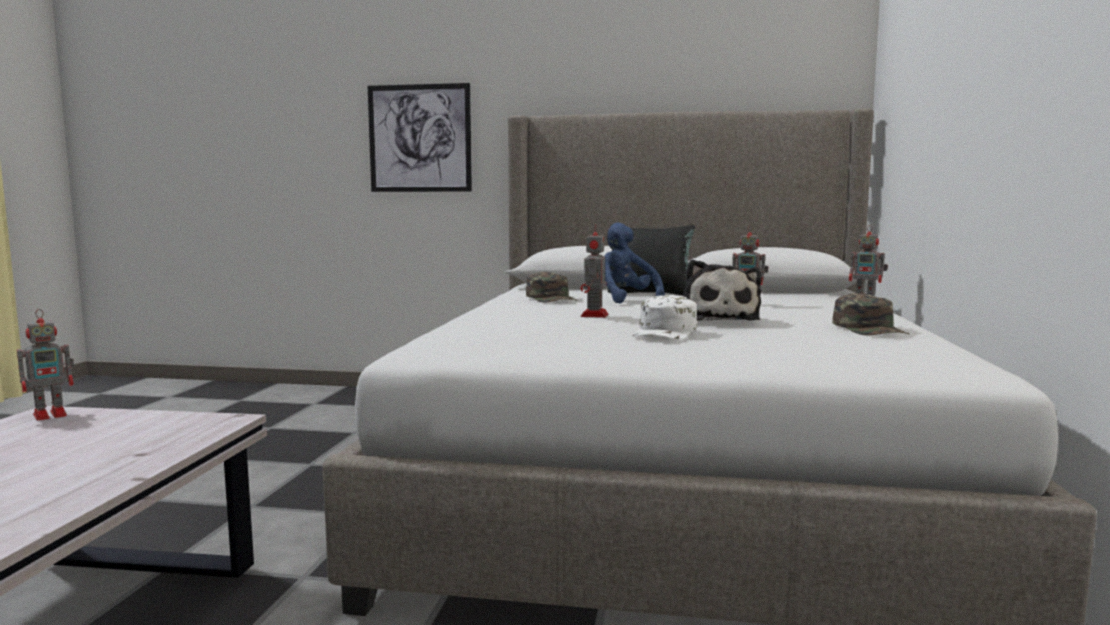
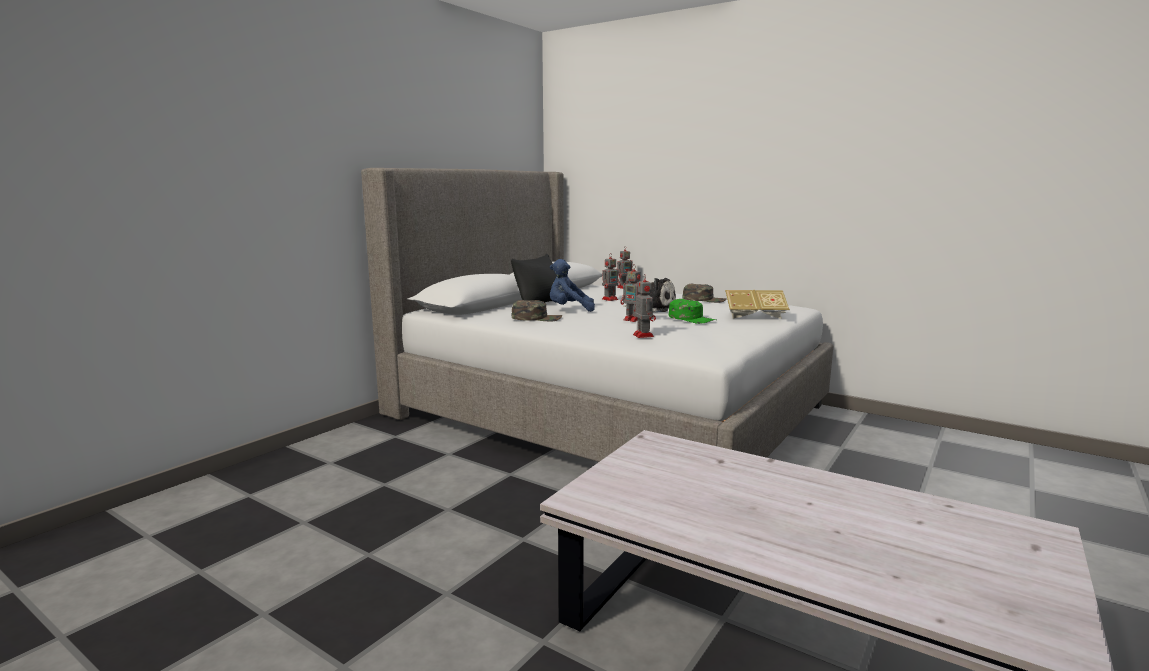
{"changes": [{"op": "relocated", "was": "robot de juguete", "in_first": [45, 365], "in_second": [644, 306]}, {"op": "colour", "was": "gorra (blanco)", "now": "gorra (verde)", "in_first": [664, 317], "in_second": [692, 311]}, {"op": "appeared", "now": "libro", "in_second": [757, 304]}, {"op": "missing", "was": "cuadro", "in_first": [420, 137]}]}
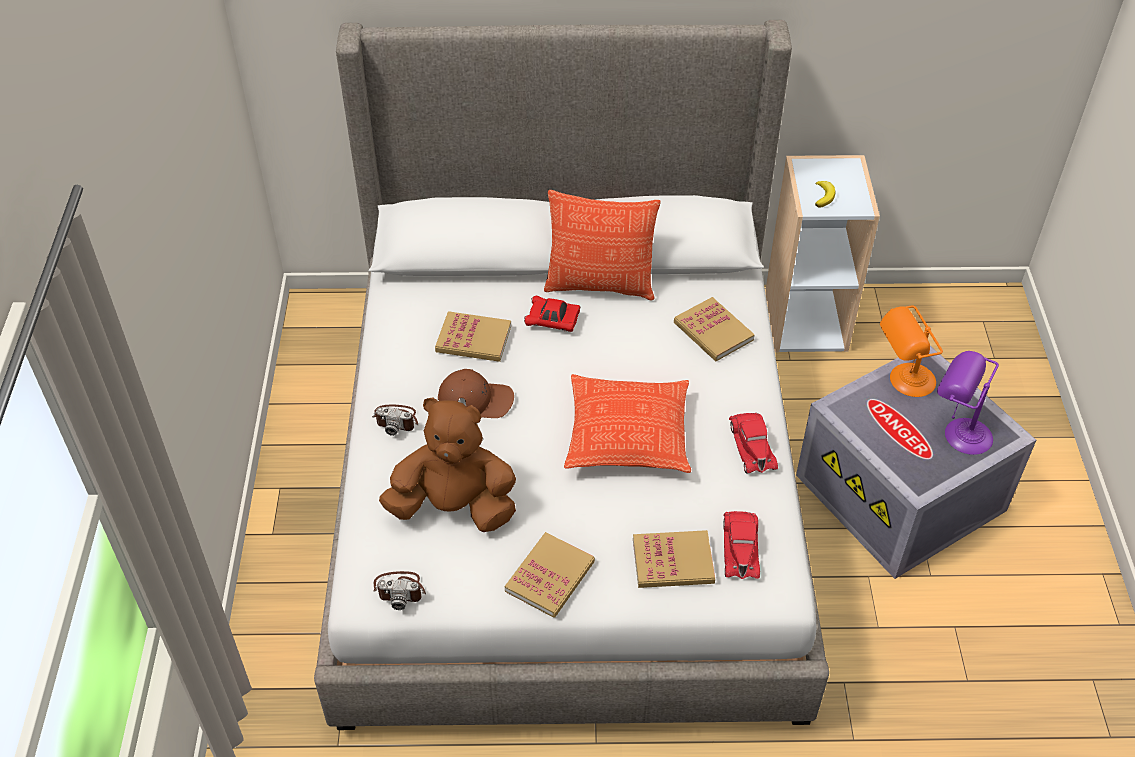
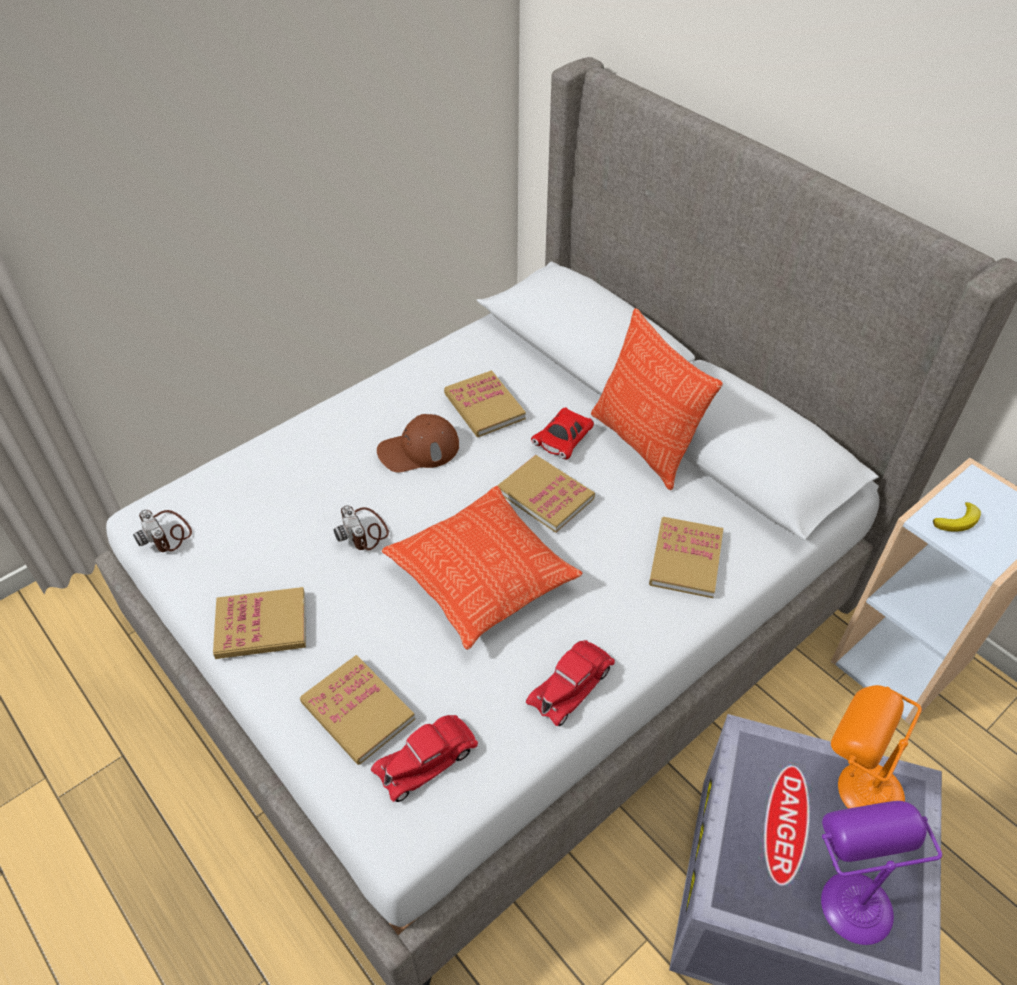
{"changes": [{"op": "relocated", "was": "cámara", "in_first": [395, 420], "in_second": [361, 527]}, {"op": "spun", "was": "gorra (marrón)", "in_first": [476, 393], "in_second": [418, 443], "clockwise": 105}, {"op": "appeared", "now": "libro", "in_second": [546, 494]}, {"op": "spun", "was": "coche de juguete (rojo)", "in_first": [552, 314], "in_second": [562, 433], "clockwise": -120}, {"op": "missing", "was": "peluche (marrón)", "in_first": [447, 464]}]}
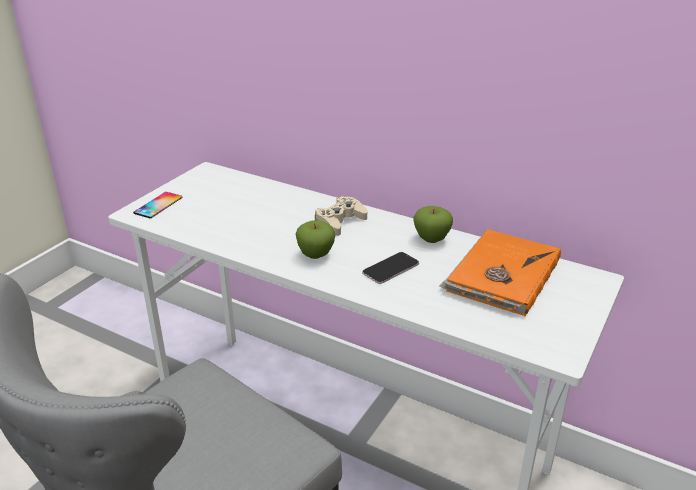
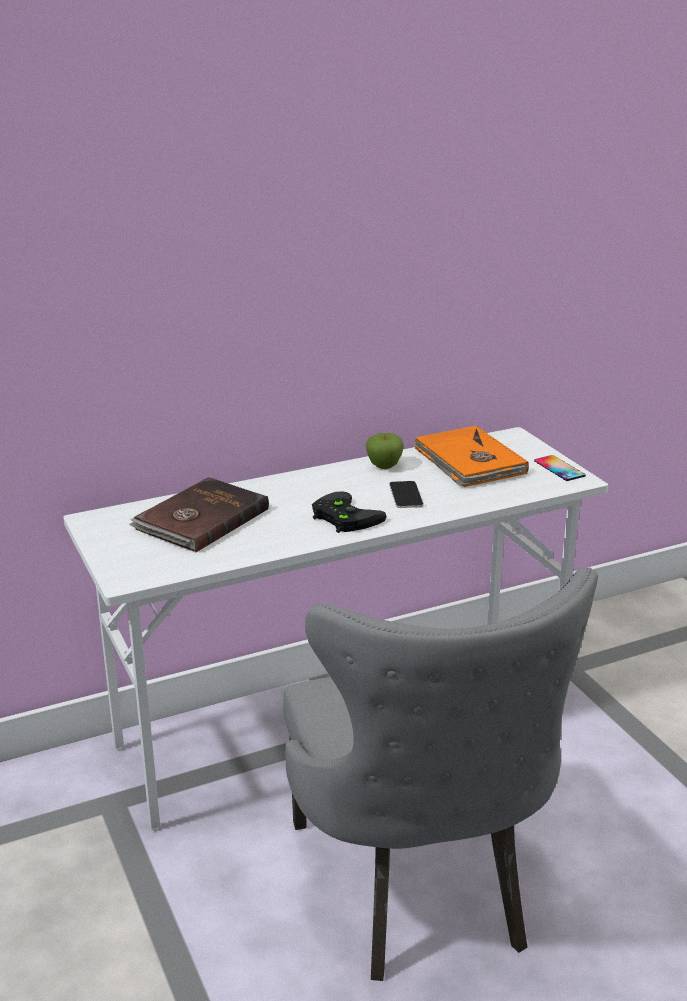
{"changes": [{"op": "appeared", "now": "libro (marrón)", "in_second": [199, 514]}, {"op": "exchanged", "was": "manzana", "now": "mando de consola (negro)", "in_first": [315, 239], "in_second": [349, 512]}, {"op": "relocated", "was": "móvil", "in_first": [158, 205], "in_second": [560, 468]}, {"op": "missing", "was": "mando de consola (beis)", "in_first": [341, 216]}]}
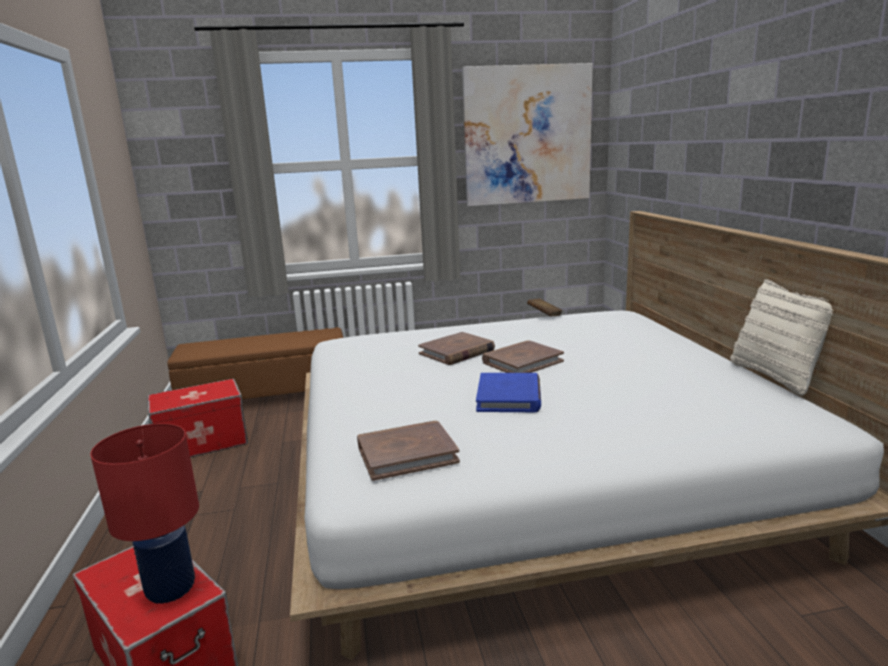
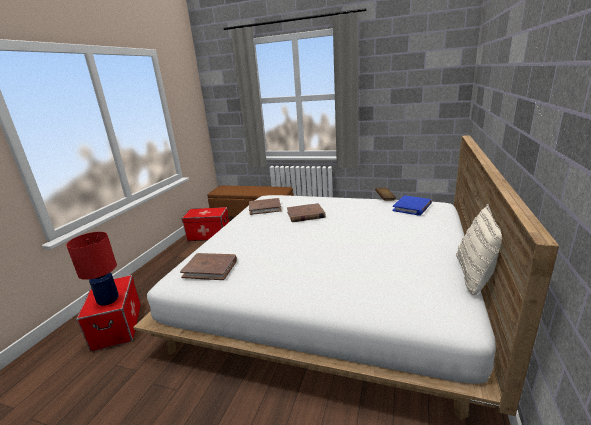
{"changes": [{"op": "relocated", "was": "libro (marrón)", "in_first": [523, 357], "in_second": [265, 206]}, {"op": "relocated", "was": "libro (azul)", "in_first": [508, 392], "in_second": [412, 205]}, {"op": "missing", "was": "cuadro", "in_first": [527, 134]}]}
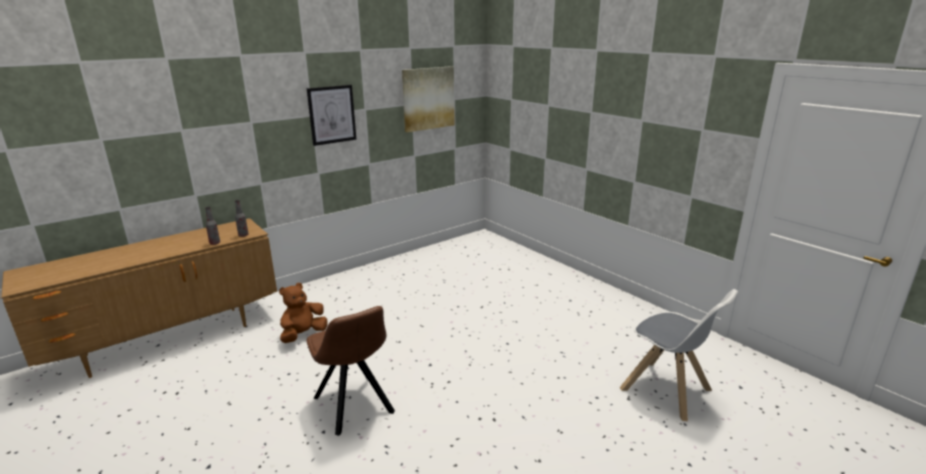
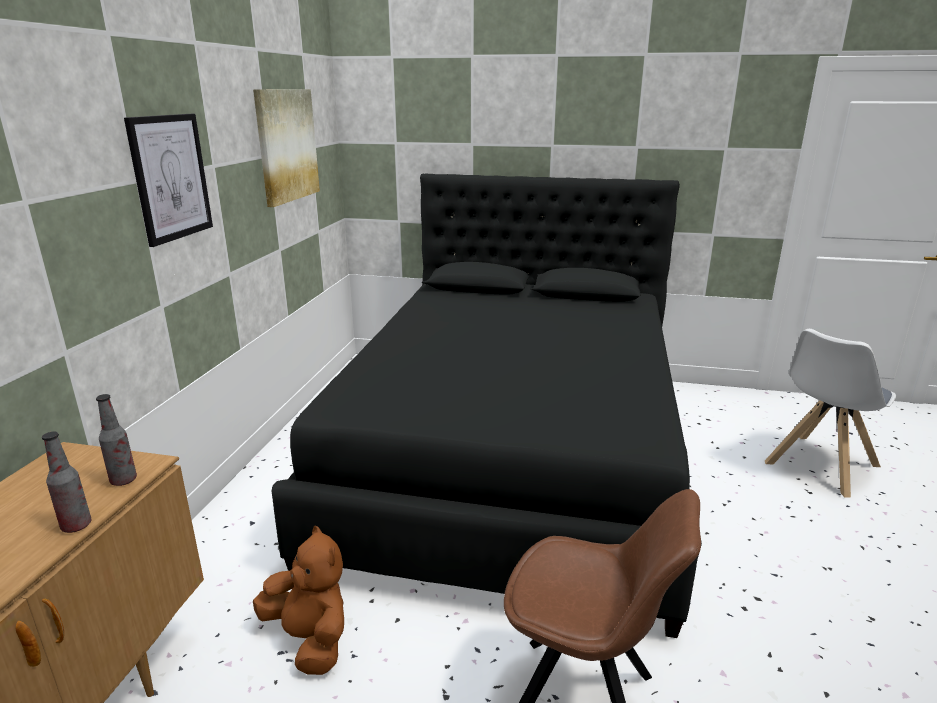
{"changes": [{"op": "spun", "was": "peluche (marrón)", "in_first": [303, 313], "in_second": [298, 600], "clockwise": 135}, {"op": "appeared", "now": "cama (negro)", "in_second": [486, 405]}, {"op": "spun", "was": "silla", "in_first": [678, 355], "in_second": [830, 413], "clockwise": 135}]}
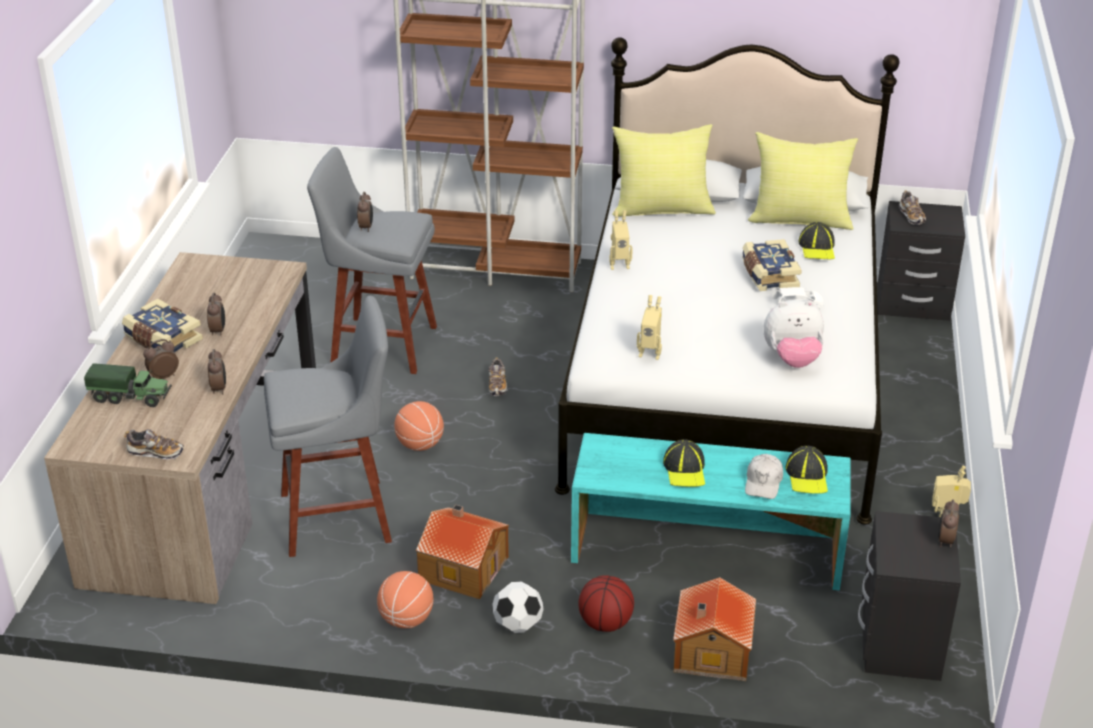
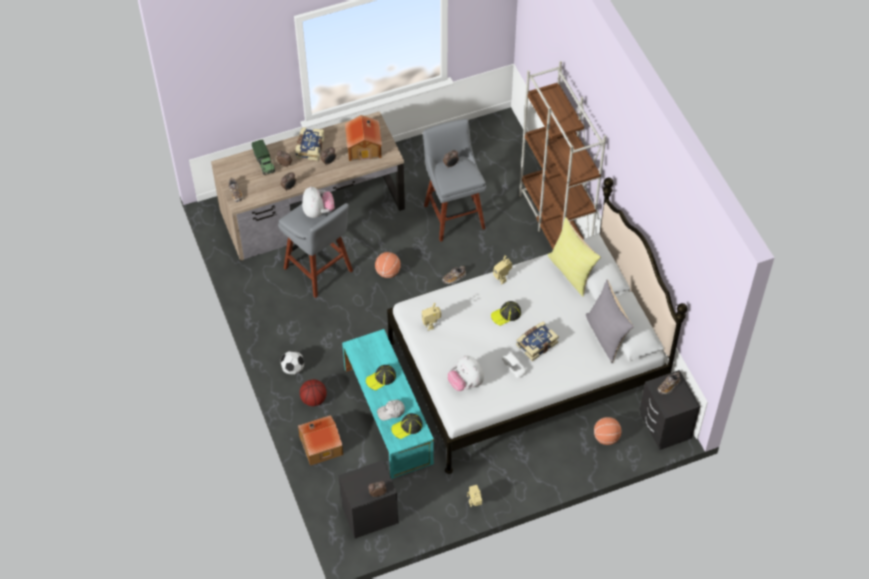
{"changes": [{"op": "appeared", "now": "peluche", "in_second": [318, 202]}, {"op": "relocated", "was": "casita", "in_first": [462, 552], "in_second": [363, 138]}, {"op": "relocated", "was": "gorra", "in_first": [816, 240], "in_second": [506, 313]}, {"op": "colour", "was": "cojín (amarillo)", "now": "cojín (gris)", "in_first": [803, 181], "in_second": [610, 321]}, {"op": "relocated", "was": "balón de baloncesto", "in_first": [405, 599], "in_second": [607, 431]}]}
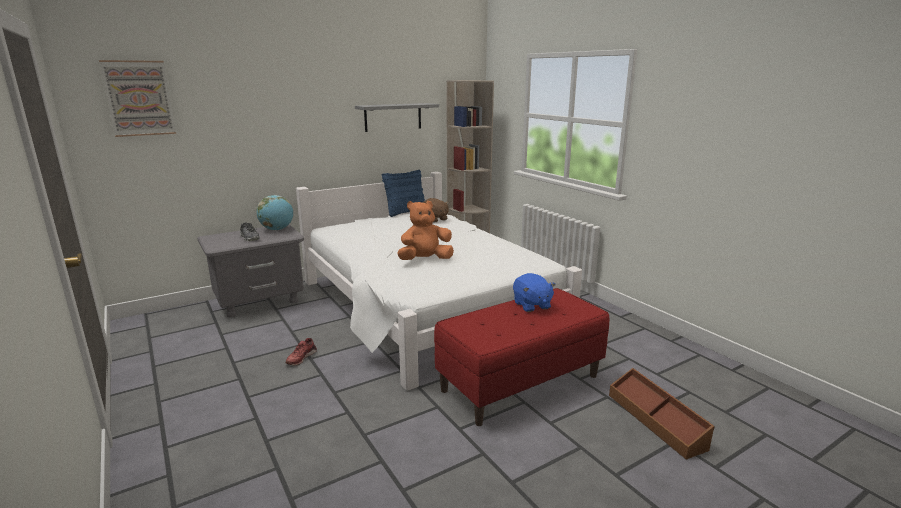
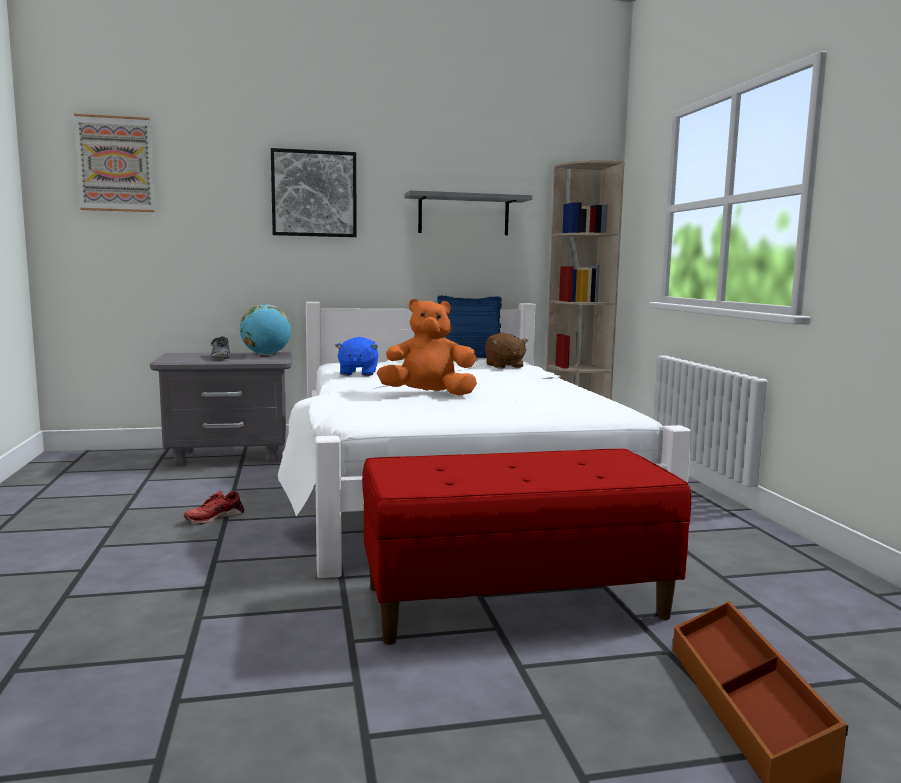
{"changes": [{"op": "appeared", "now": "cuadro", "in_second": [314, 192]}, {"op": "relocated", "was": "peluche (azul)", "in_first": [534, 292], "in_second": [356, 356]}]}
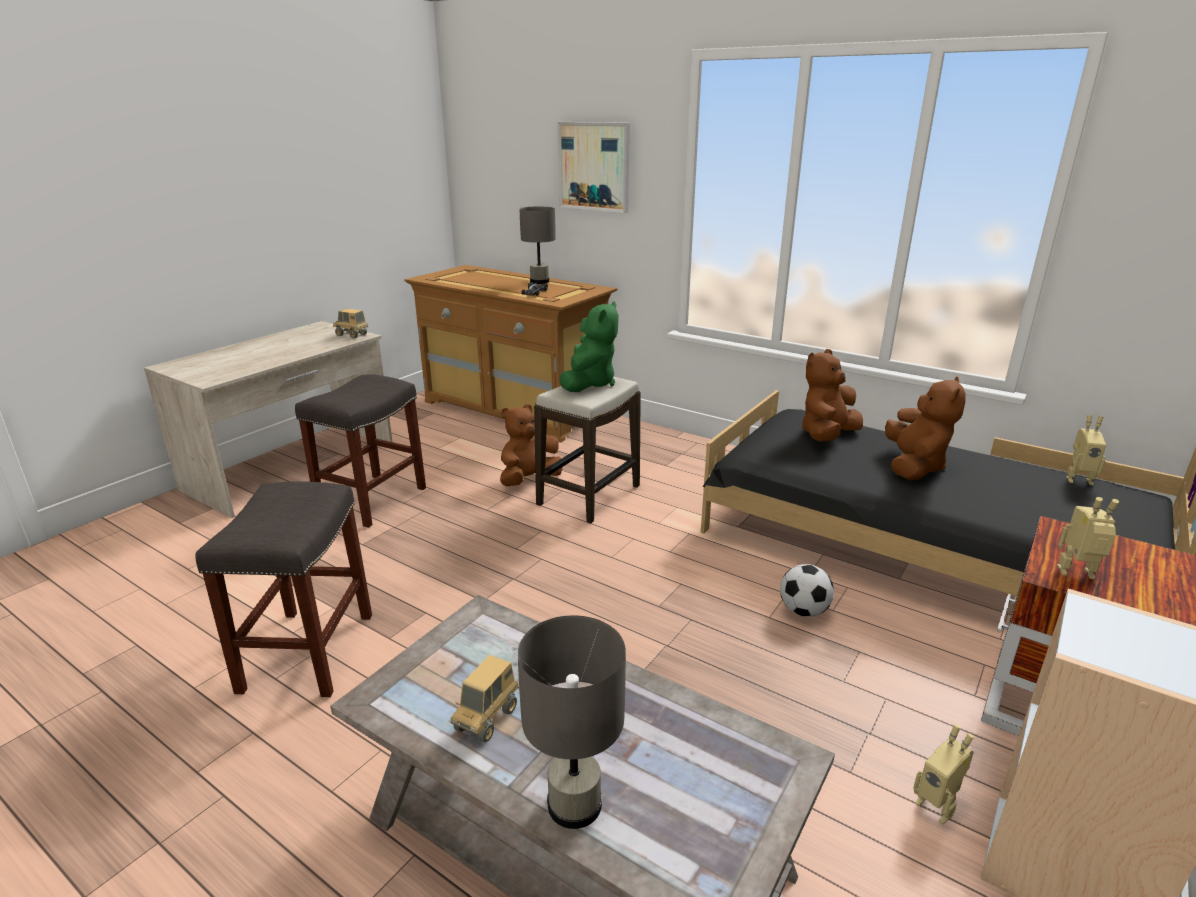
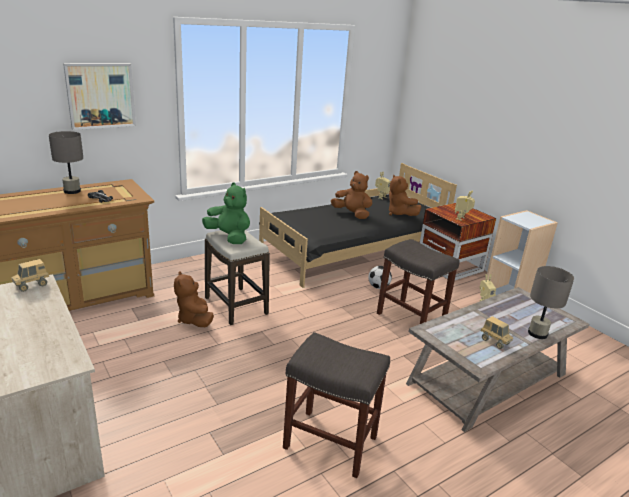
{"changes": [{"op": "relocated", "was": "taburete (gris)", "in_first": [360, 451], "in_second": [418, 281]}, {"op": "relocated", "was": "peluche (marrón)", "in_first": [832, 395], "in_second": [405, 195]}]}
